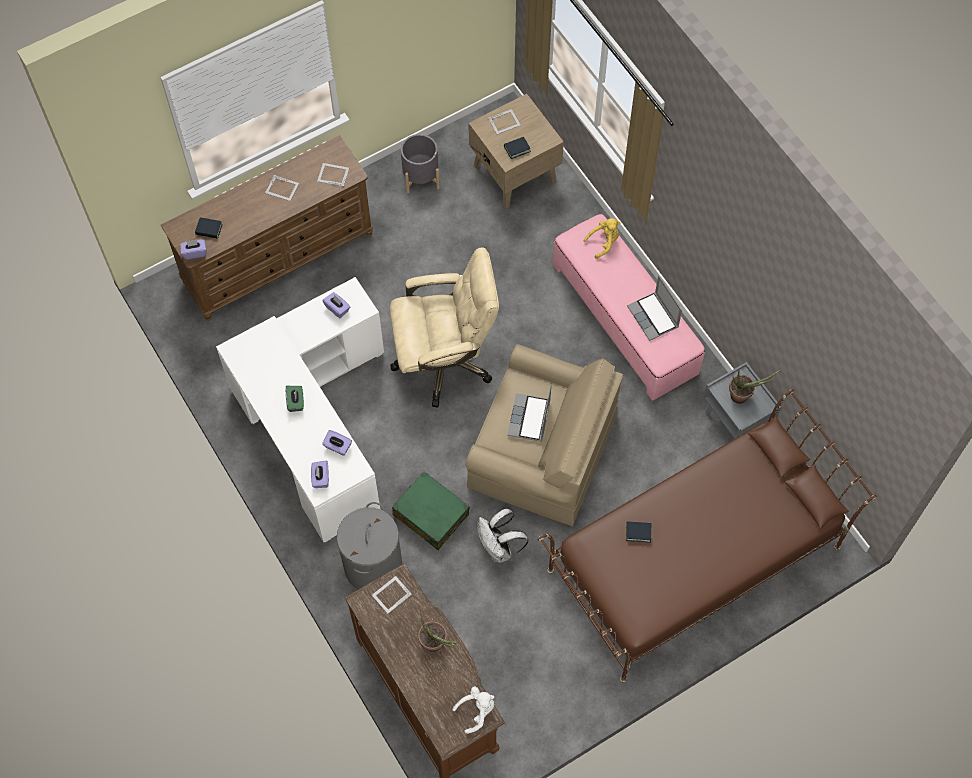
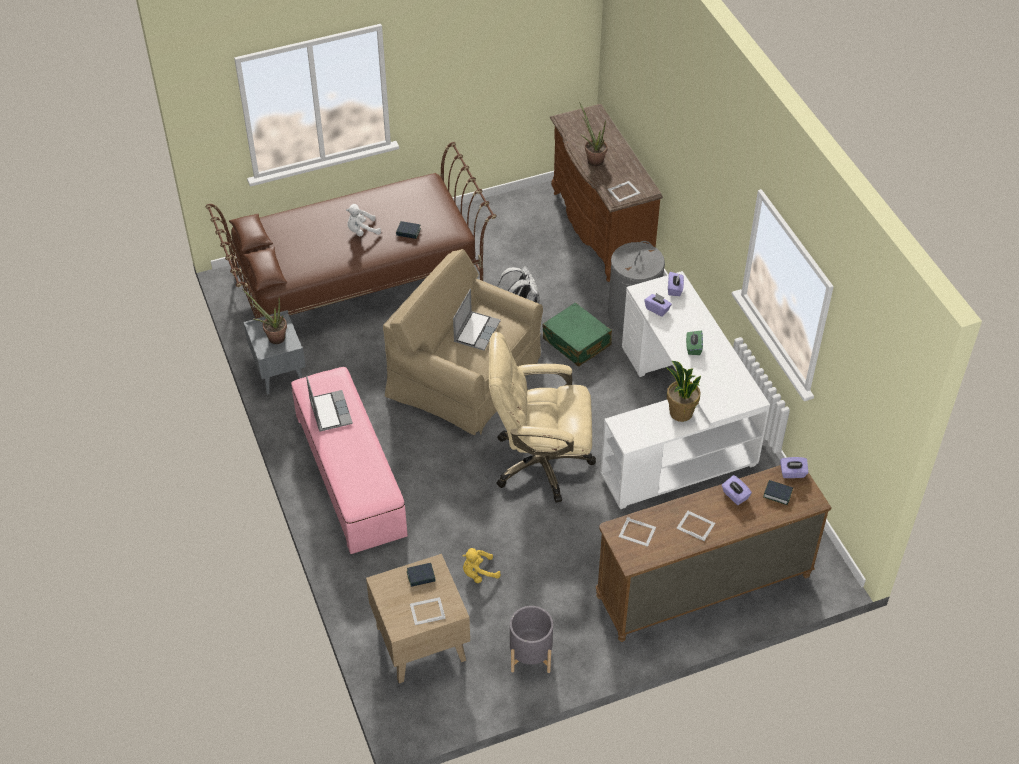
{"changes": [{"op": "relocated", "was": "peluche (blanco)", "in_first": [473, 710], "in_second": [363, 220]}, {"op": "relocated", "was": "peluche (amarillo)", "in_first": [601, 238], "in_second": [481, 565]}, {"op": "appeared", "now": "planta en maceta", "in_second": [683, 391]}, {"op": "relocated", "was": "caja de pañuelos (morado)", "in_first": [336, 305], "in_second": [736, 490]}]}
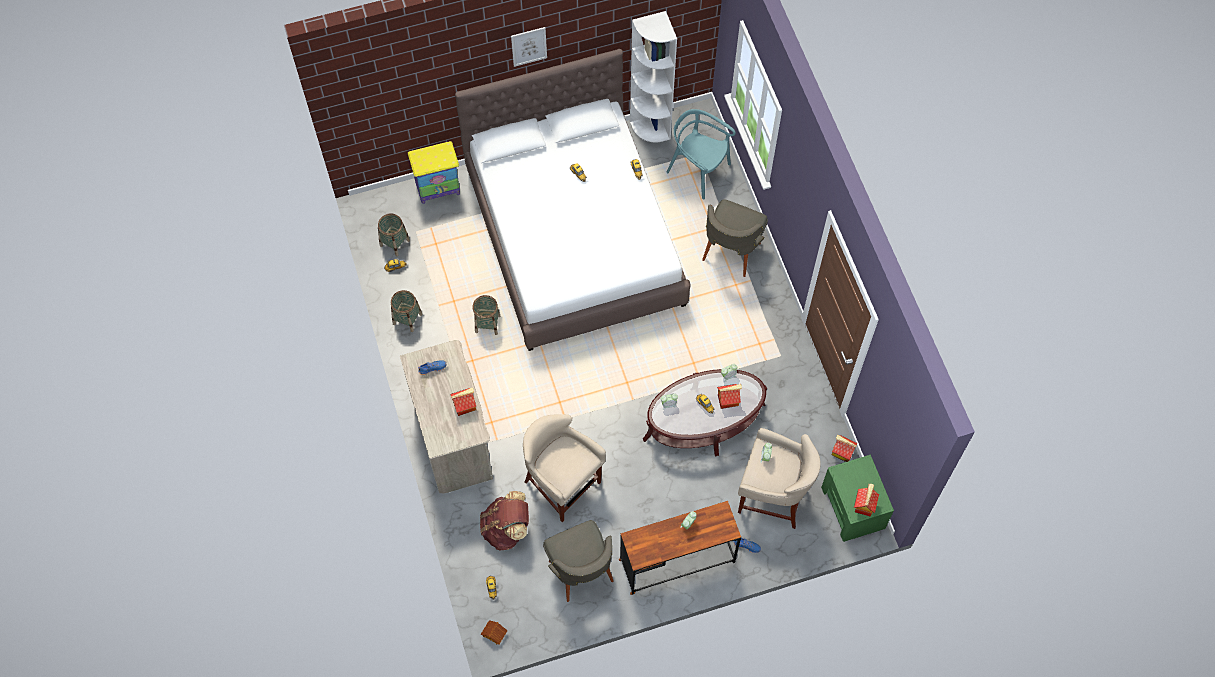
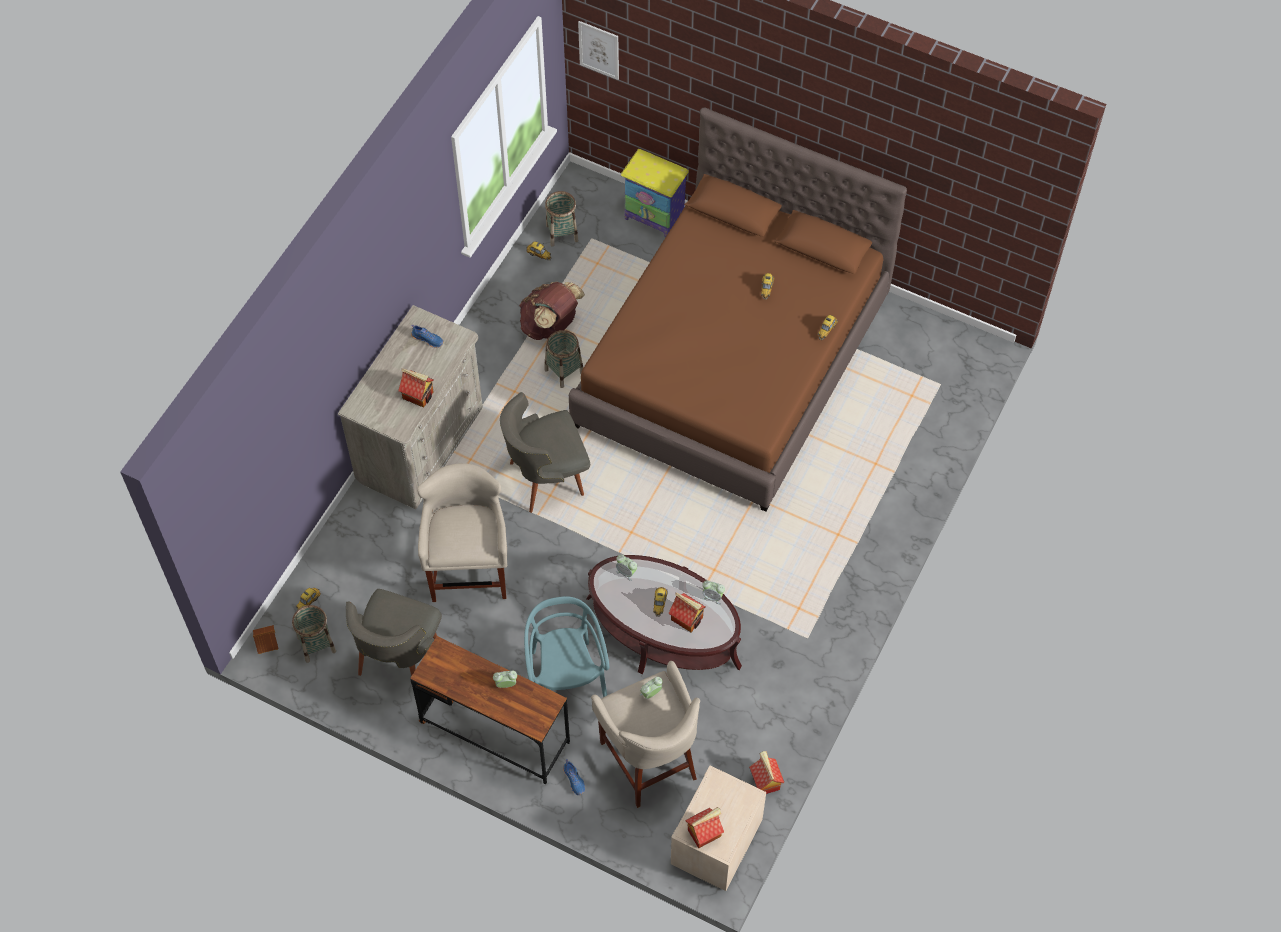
{"changes": [{"op": "relocated", "was": "cesta", "in_first": [406, 311], "in_second": [314, 634]}, {"op": "relocated", "was": "silla (gris)", "in_first": [735, 238], "in_second": [545, 452]}, {"op": "relocated", "was": "mochila (marrón)", "in_first": [504, 520], "in_second": [552, 311]}, {"op": "relocated", "was": "silla (turquesa)", "in_first": [701, 154], "in_second": [566, 646]}, {"op": "colour", "was": "cama (blanco)", "now": "cama (marrón)", "in_first": [572, 200], "in_second": [738, 309]}, {"op": "relocated", "was": "cuadro", "in_first": [529, 47], "in_second": [598, 50]}, {"op": "colour", "was": "mesita de noche (verde)", "now": "mesita de noche (beis)", "in_first": [857, 498], "in_second": [718, 828]}, {"op": "missing", "was": "estantería (blanco)", "in_first": [653, 76]}]}
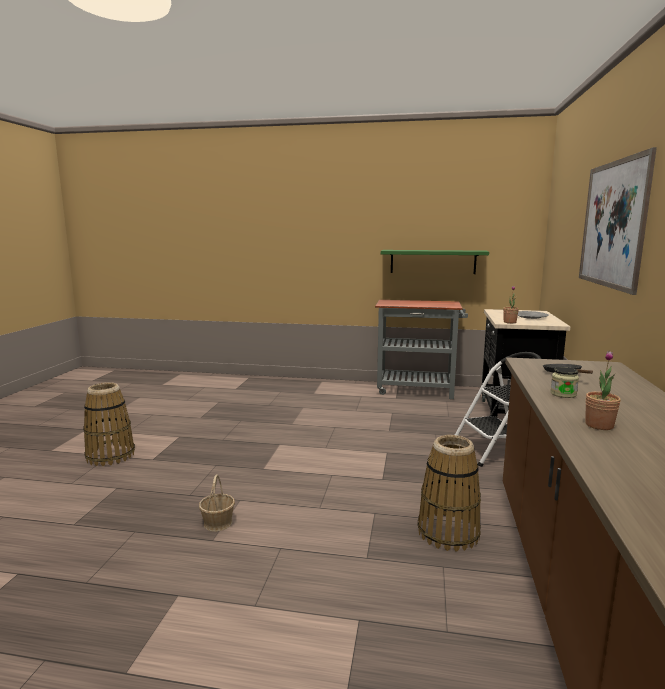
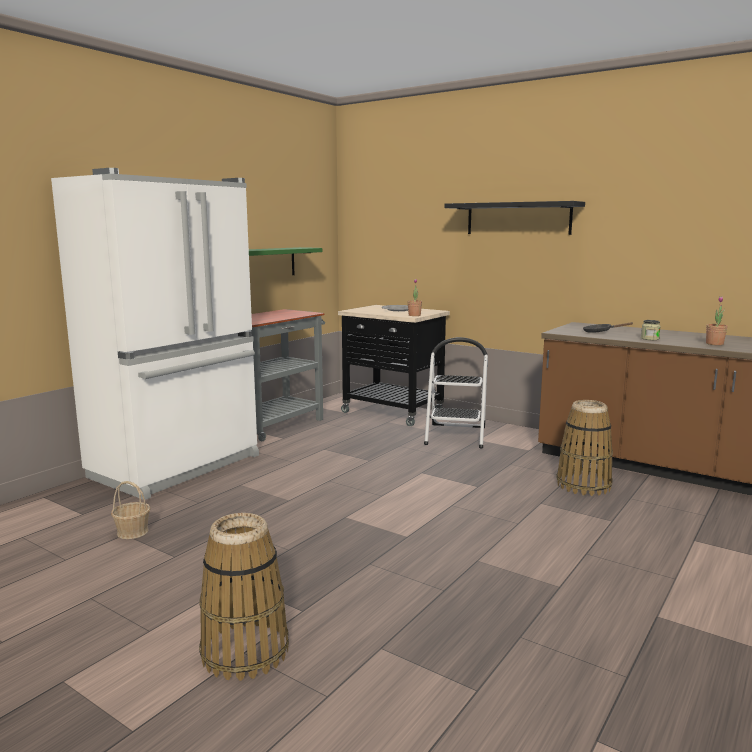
{"changes": [{"op": "appeared", "now": "nevera (blanco)", "in_second": [155, 334]}, {"op": "relocated", "was": "cesta", "in_first": [217, 503], "in_second": [131, 510]}, {"op": "exchanged", "was": "cuadro", "now": "estante (negro)", "in_first": [618, 221], "in_second": [514, 218]}]}
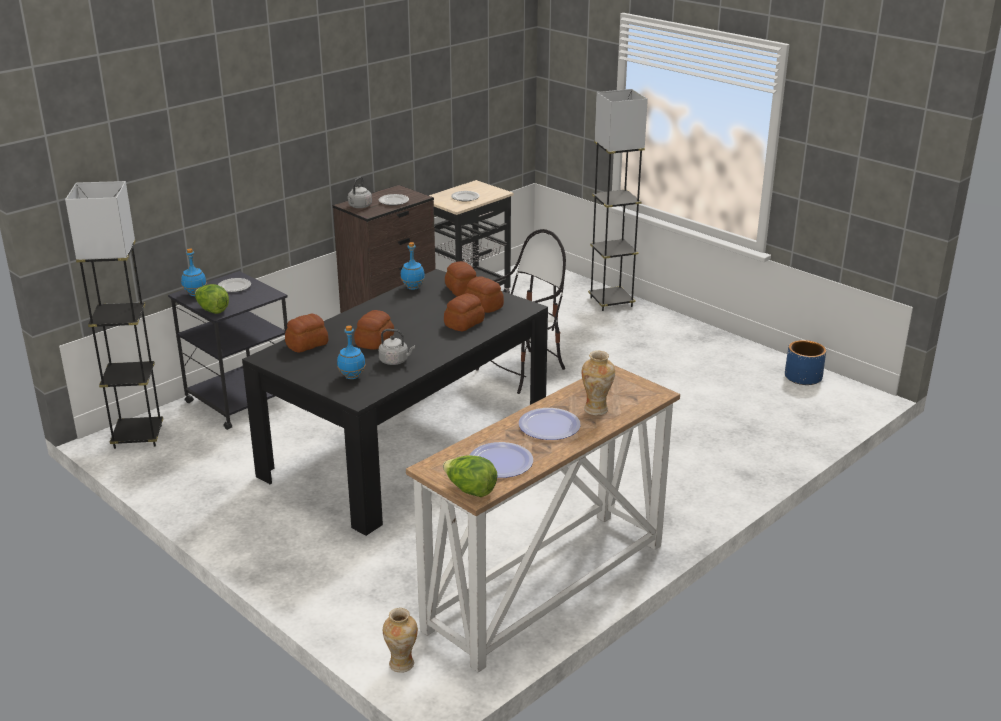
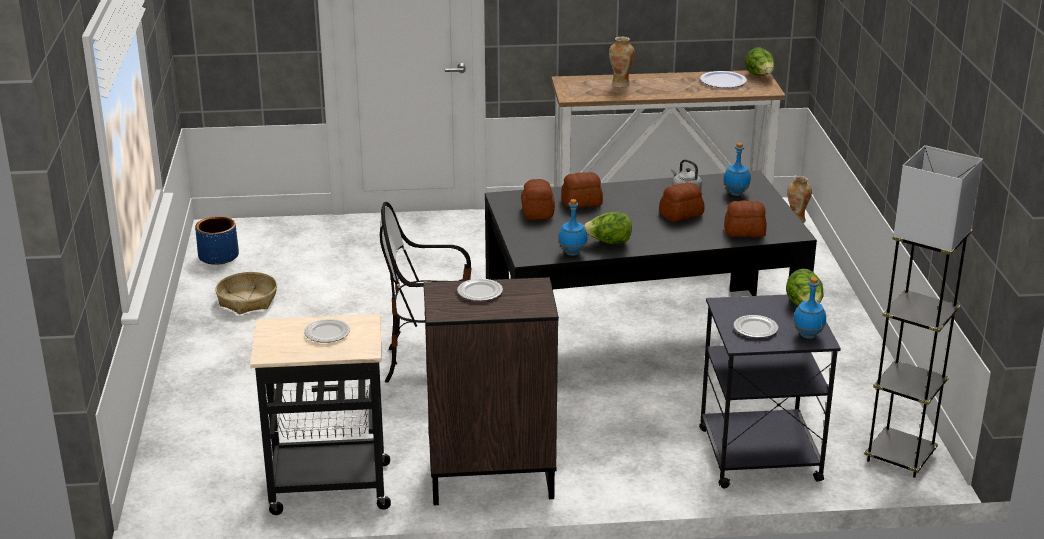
{"changes": [{"op": "appeared", "now": "cesta", "in_second": [246, 293]}, {"op": "appeared", "now": "lechuga", "in_second": [608, 227]}, {"op": "missing", "was": "hervidor (gris)", "in_first": [359, 192]}, {"op": "missing", "was": "pan", "in_first": [461, 278]}, {"op": "missing", "was": "plato", "in_first": [550, 424]}, {"op": "missing", "was": "lámpara de pie (gris)", "in_first": [618, 200]}]}
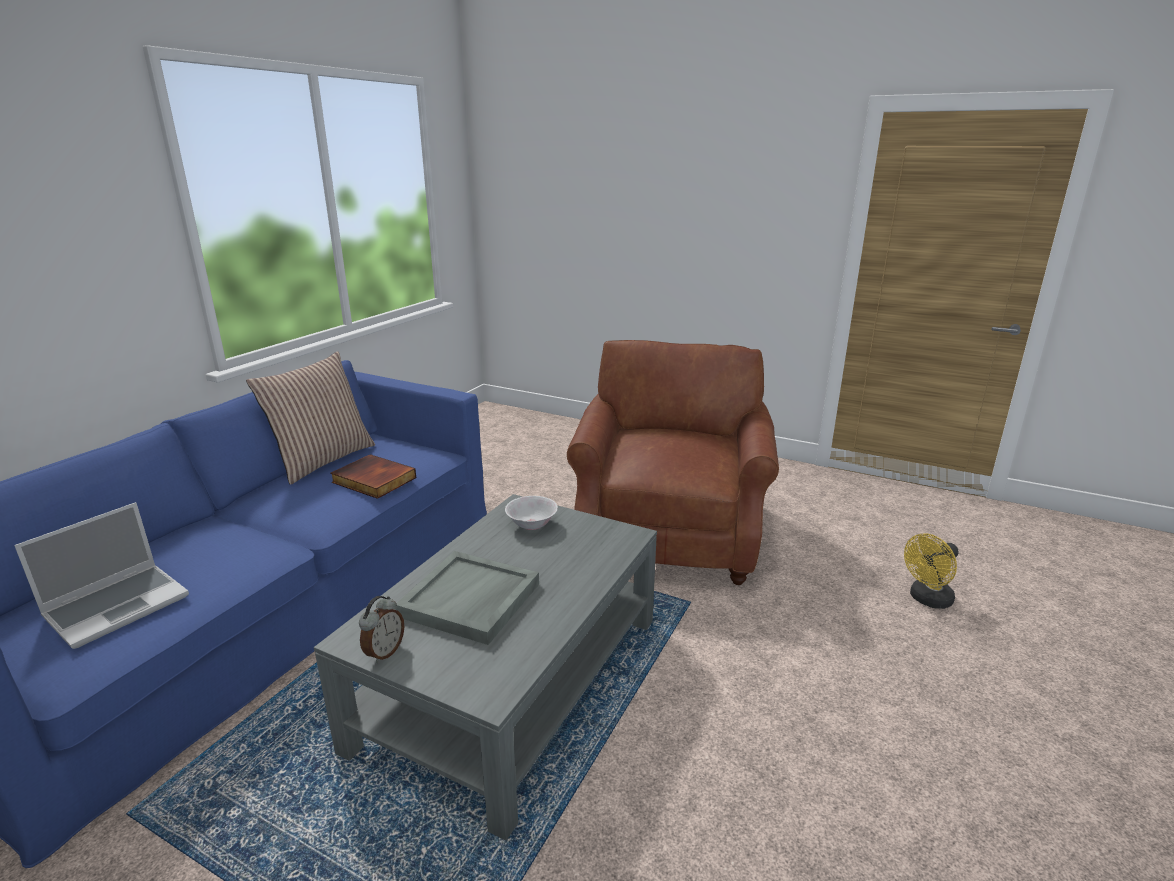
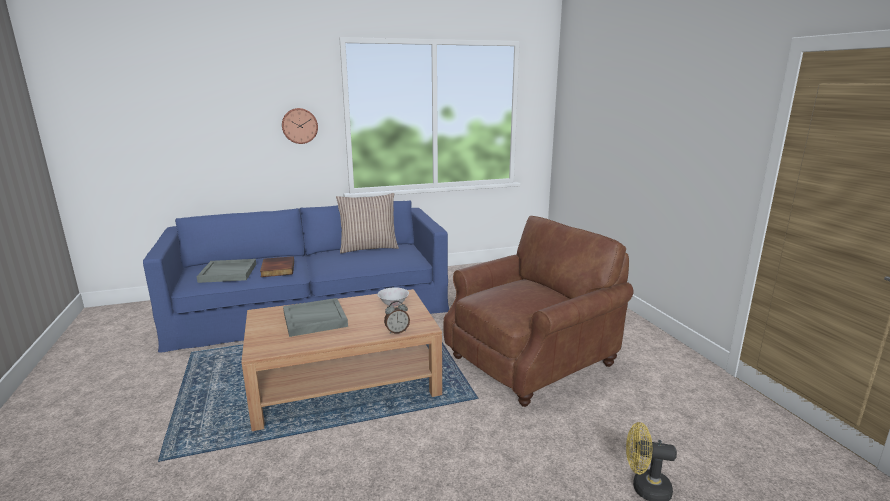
{"changes": [{"op": "exchanged", "was": "portátil", "now": "bandeja (gris)", "in_first": [101, 575], "in_second": [226, 271]}, {"op": "colour", "was": "mesa de centro (gris)", "now": "mesa de centro (marrón)", "in_first": [485, 667], "in_second": [341, 360]}, {"op": "relocated", "was": "libro", "in_first": [373, 476], "in_second": [277, 266]}, {"op": "appeared", "now": "reloj de pared", "in_second": [300, 126]}, {"op": "relocated", "was": "despertador", "in_first": [381, 629], "in_second": [397, 317]}]}
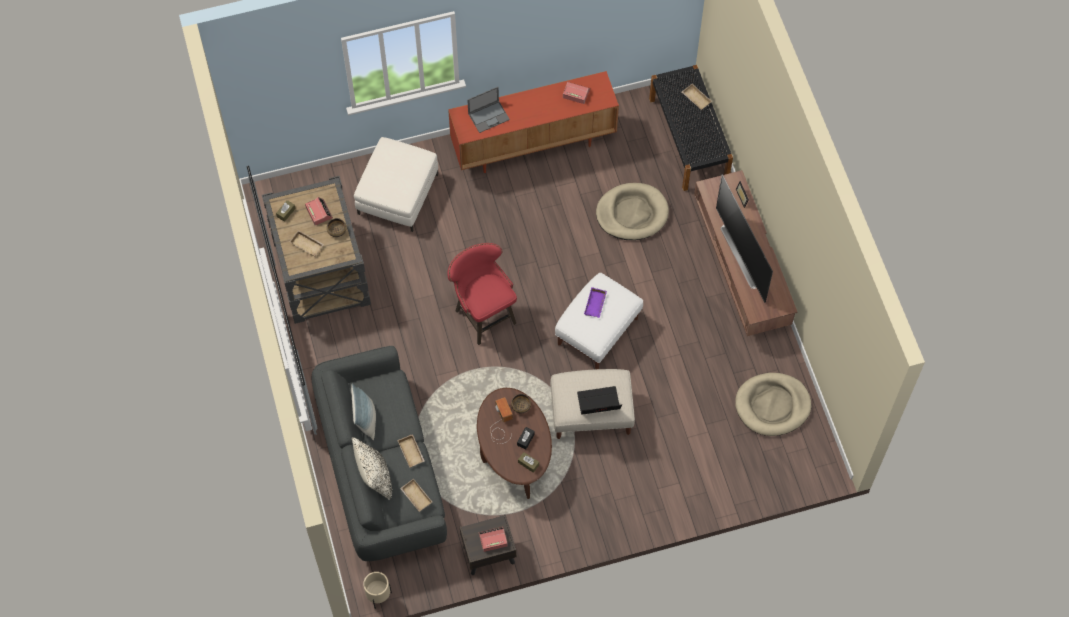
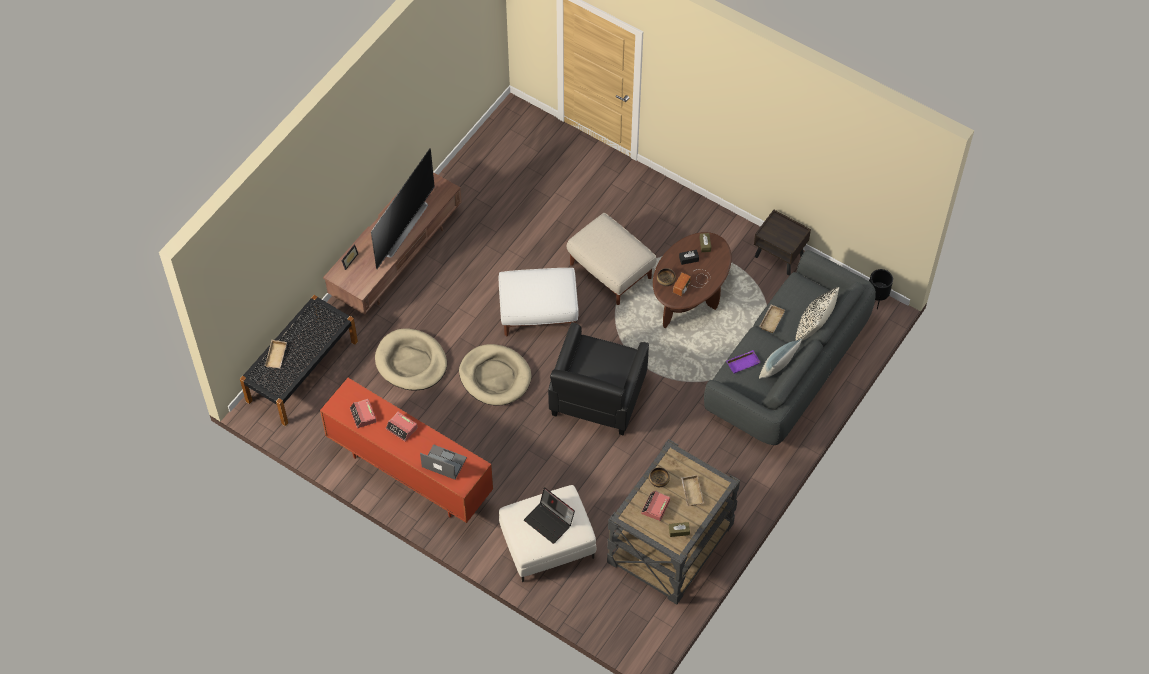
{"changes": [{"op": "relocated", "was": "despertador", "in_first": [493, 539], "in_second": [401, 427]}, {"op": "relocated", "was": "cama para perro (beis)", "in_first": [773, 404], "in_second": [495, 375]}, {"op": "relocated", "was": "portátil", "in_first": [599, 400], "in_second": [549, 515]}, {"op": "exchanged", "was": "taburete (rojo)", "now": "sillón (negro)", "in_first": [482, 294], "in_second": [598, 378]}, {"op": "relocated", "was": "bandeja (morado)", "in_first": [595, 302], "in_second": [743, 362]}, {"op": "colour", "was": "maceta (beis)", "now": "maceta (negro)", "in_first": [377, 590], "in_second": [881, 289]}, {"op": "missing", "was": "bandeja (beis)", "in_first": [416, 495]}]}
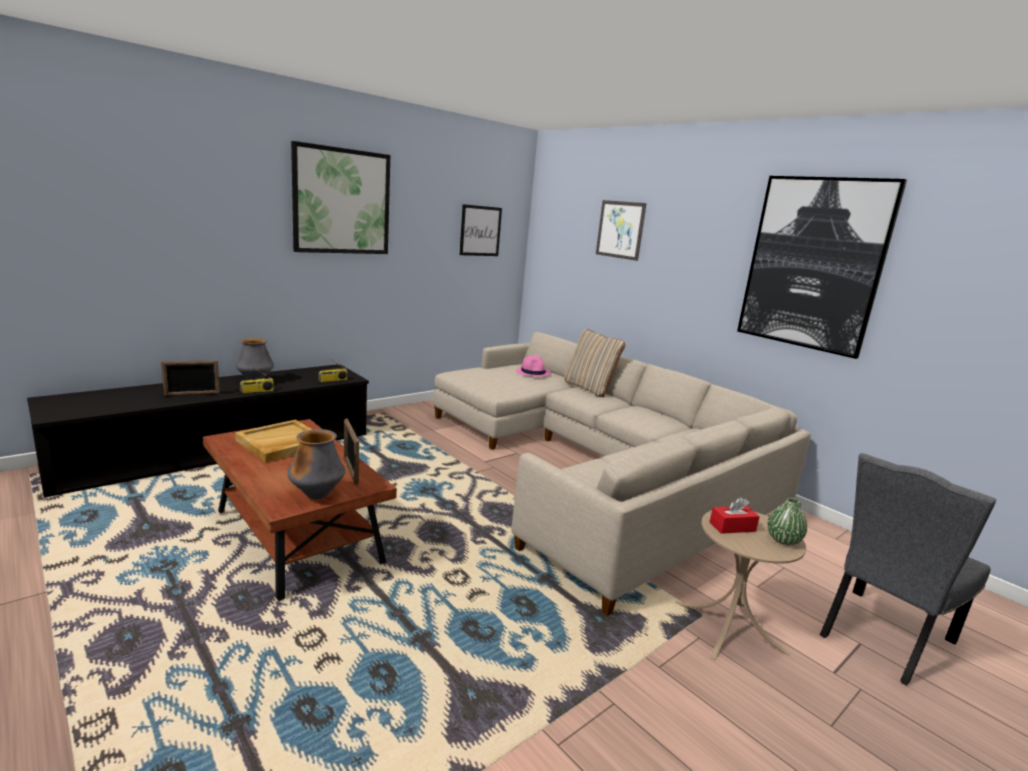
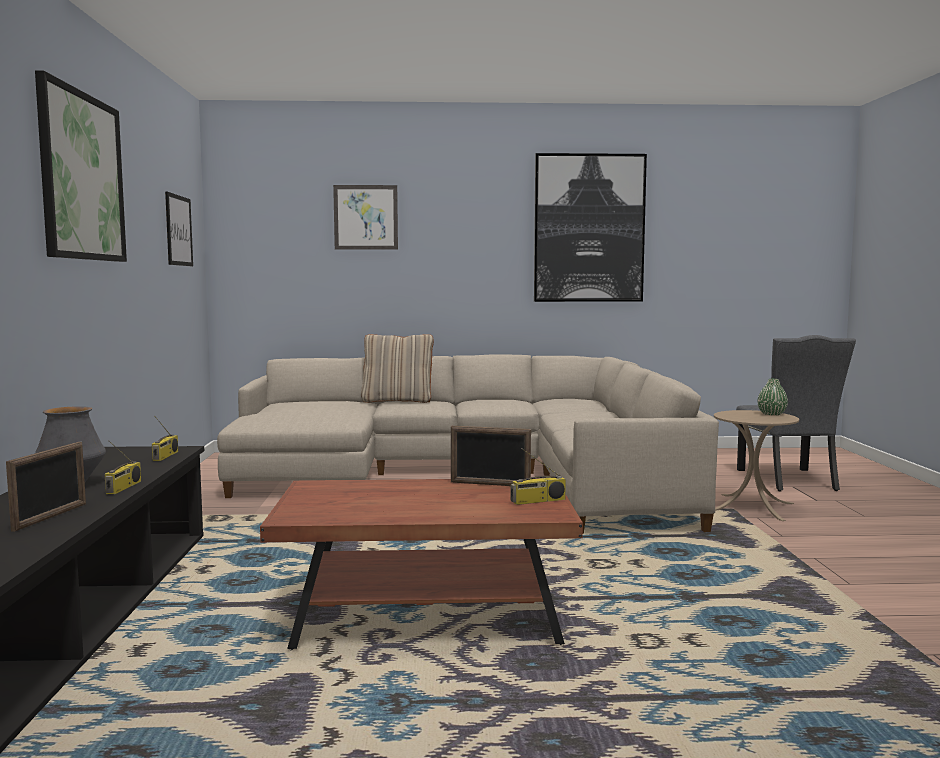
{"changes": [{"op": "exchanged", "was": "florero", "now": "radio", "in_first": [316, 464], "in_second": [538, 476]}, {"op": "missing", "was": "bandeja (beis)", "in_first": [273, 441]}, {"op": "missing", "was": "sombrero (rosa)", "in_first": [533, 366]}, {"op": "missing", "was": "caja de pañuelos (rojo)", "in_first": [735, 515]}]}
